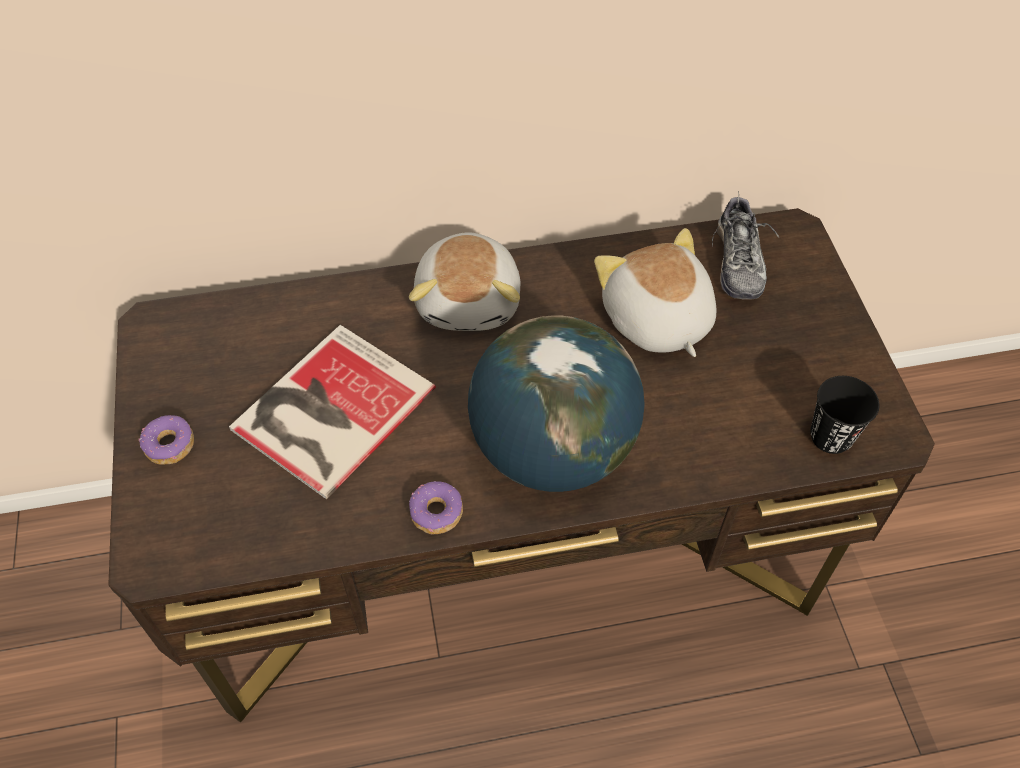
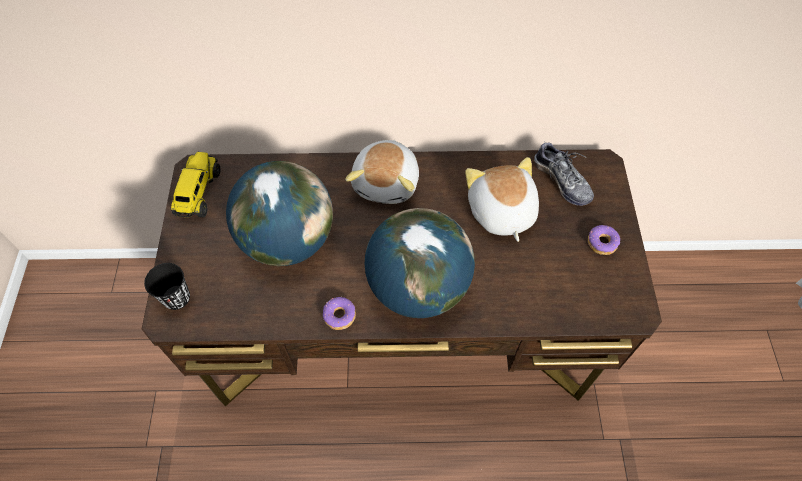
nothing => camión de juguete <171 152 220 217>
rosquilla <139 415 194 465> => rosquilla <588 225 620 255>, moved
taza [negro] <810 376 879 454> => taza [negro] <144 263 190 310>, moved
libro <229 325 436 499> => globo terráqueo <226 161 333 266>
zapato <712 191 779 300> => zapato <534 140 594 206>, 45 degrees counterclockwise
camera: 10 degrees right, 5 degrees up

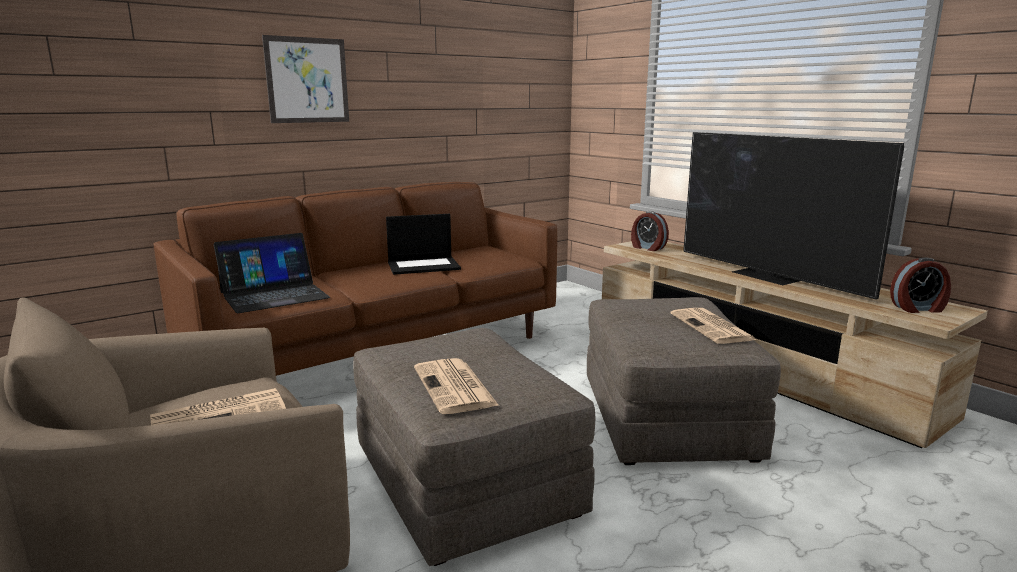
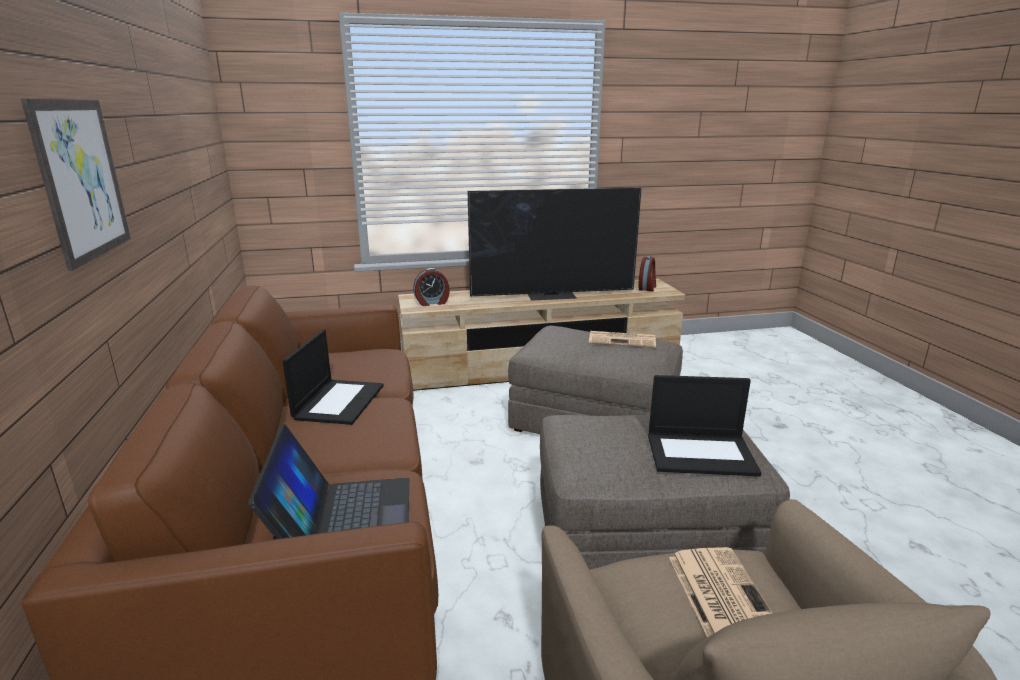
periódico <414 358 499 414> => portátil <648 375 761 476>
camera: 65 degrees left, 5 degrees up

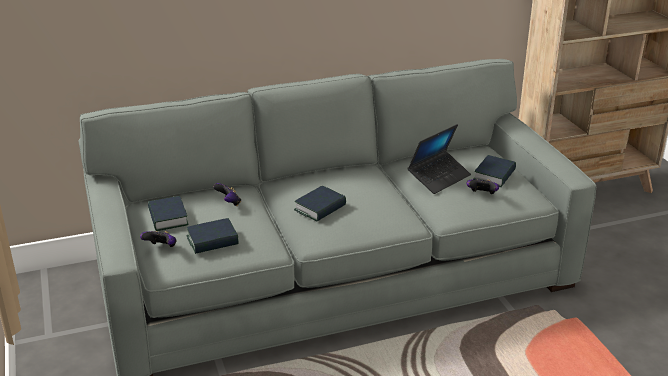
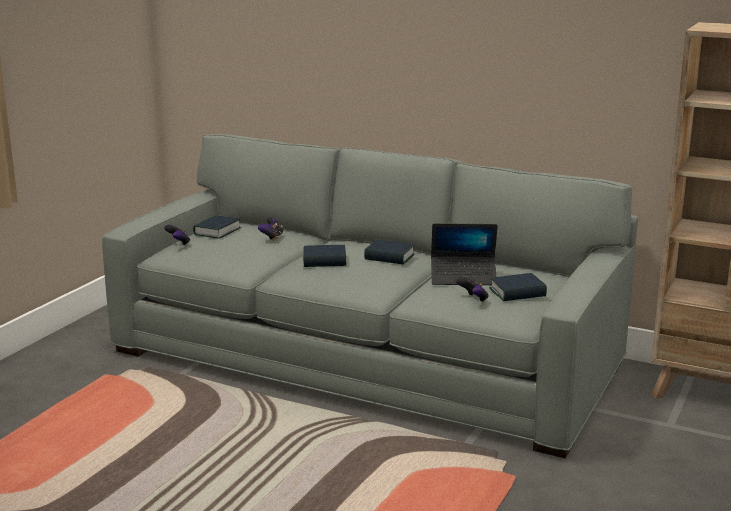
libro <187 218 239 254> => libro <364 240 415 265>, moved
camera: 45 degrees right, 10 degrees down

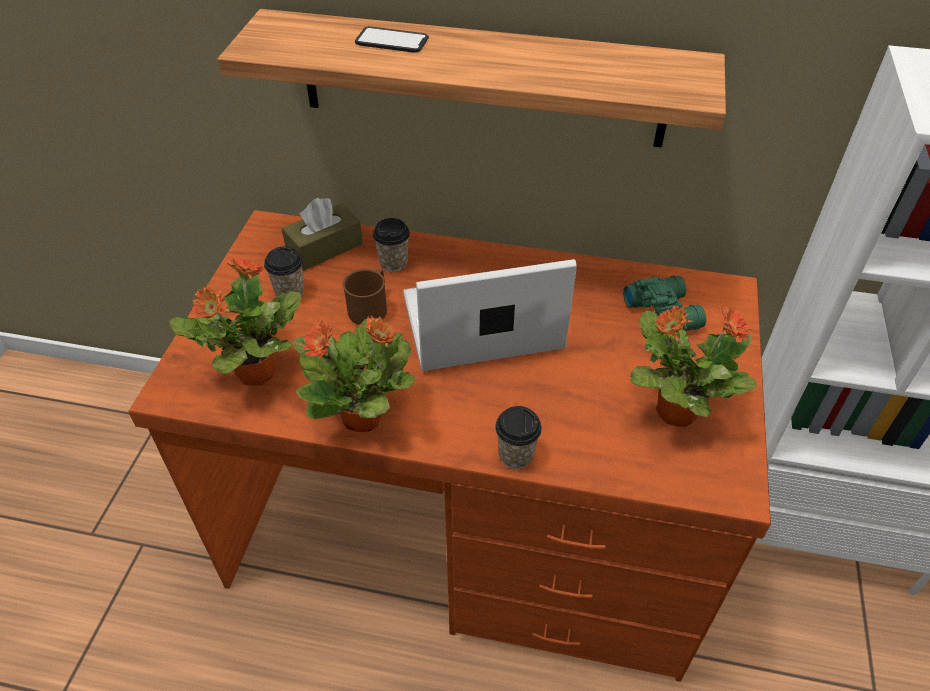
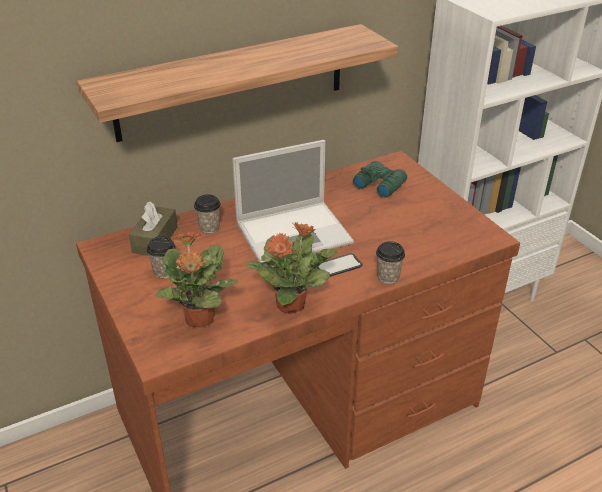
taza grande [marrón] <343 269 387 325> => nothing
planta en maceta <630 305 758 427> => nothing
móvil <355 26 429 53> => móvil <317 253 363 277>, moved
portátil <403 259 577 371> => portátil <232 140 354 262>, 150 degrees counterclockwise
camera: 40 degrees left, 10 degrees down

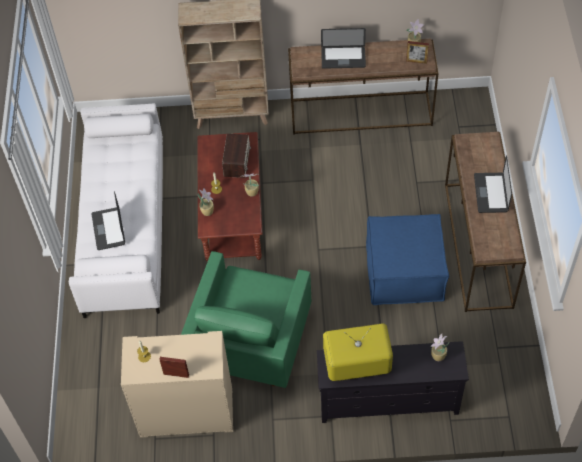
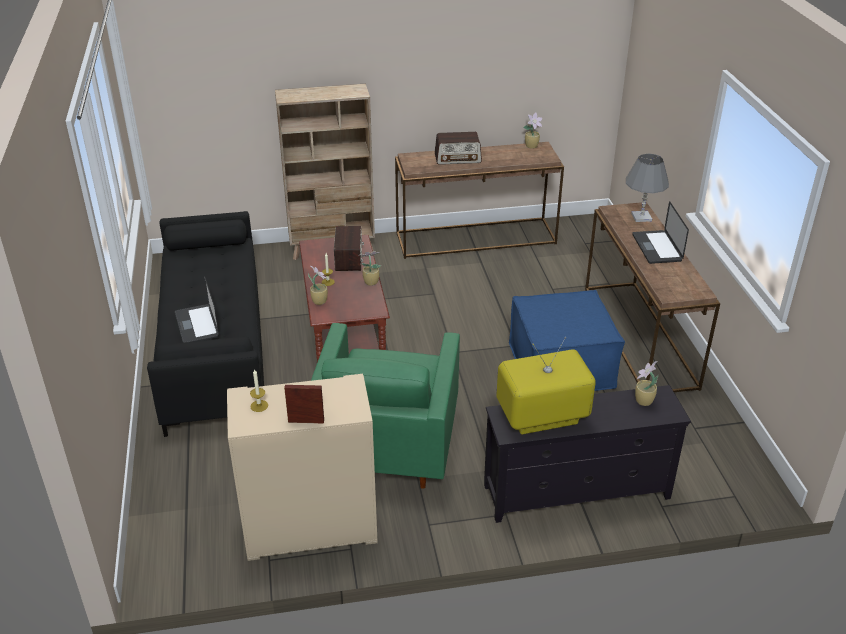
portarretratos <406 41 429 64> => nothing
nothing => lámpara de mesa [gris] <626 153 669 222>
portátil <321 28 366 69> => radio <435 132 482 165>
sofá [blanco] <69 103 163 318> => sofá [negro] <147 211 264 437>
camera: 10 degrees left, 20 degrees down

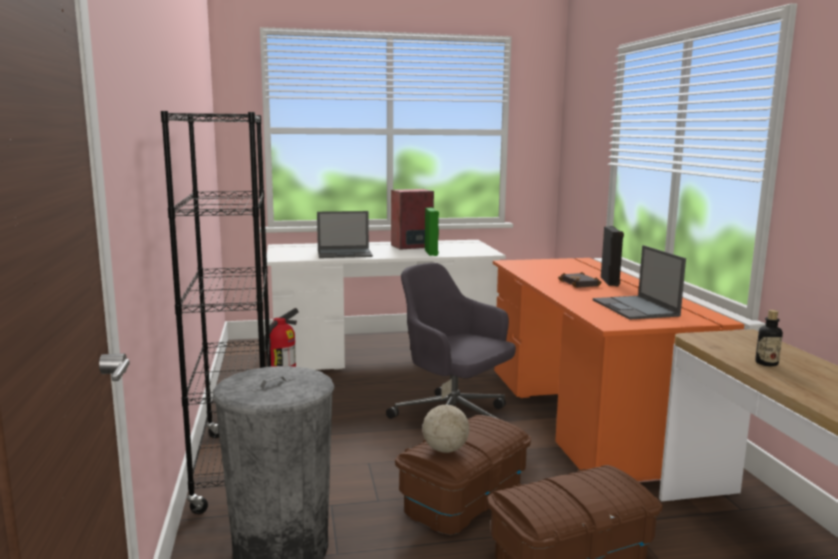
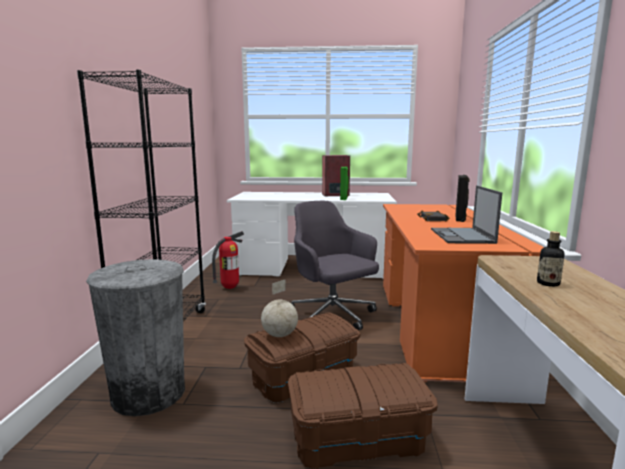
portátil <317 211 373 258> => nothing
camera: 15 degrees right, 0 degrees up

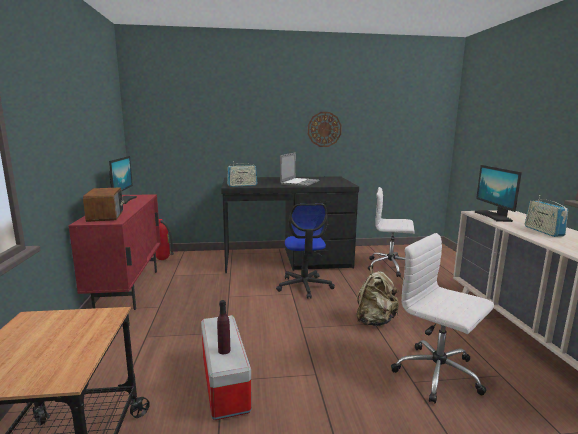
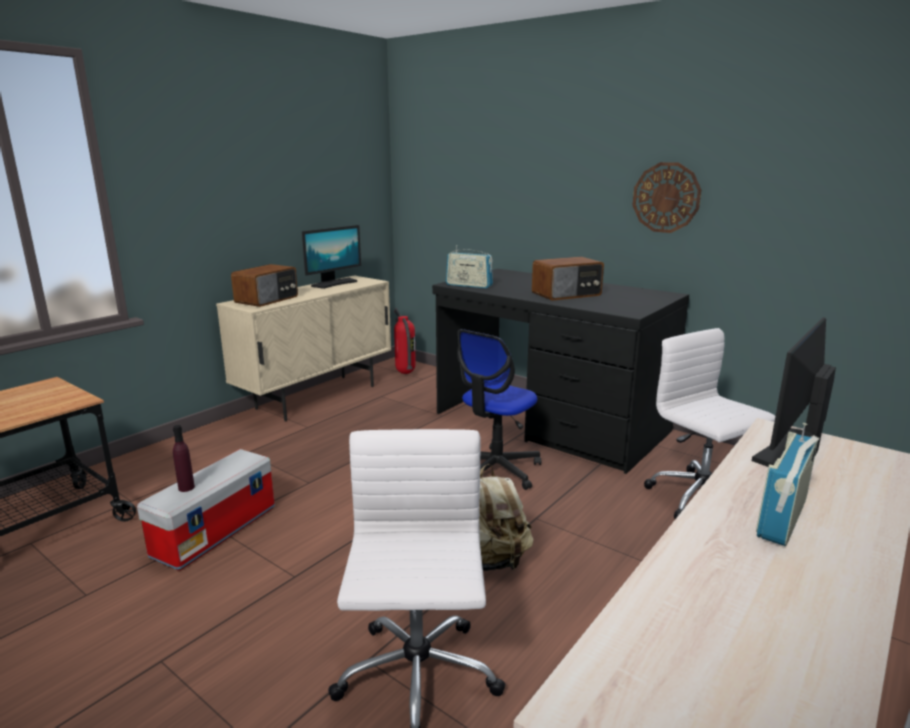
portátil <280 152 320 186> => radio <532 257 604 301>
armario [rojo] <68 194 161 310> => armario [beis] <216 276 391 422>
camera: 45 degrees right, 5 degrees up

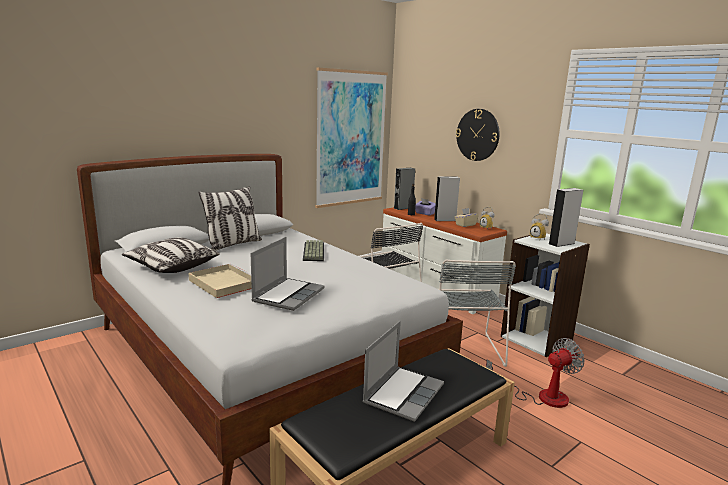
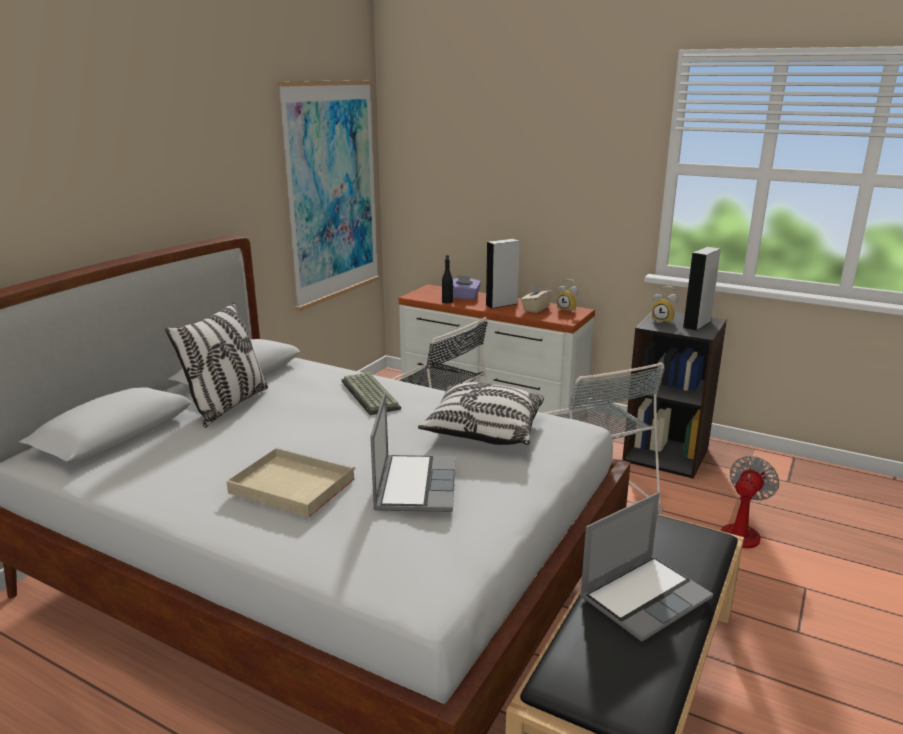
altavoz [gris] <394 168 415 210> => nothing
reloj de pared <456 109 500 161> => nothing
cojín <122 237 220 273> => cojín <418 382 544 445>, moved
estantería [blanco] <501 233 590 357> => estantería [negro] <622 312 727 479>
portátil <363 321 444 422> => portátil <580 492 713 642>, 45 degrees clockwise
camera: 20 degrees left, 5 degrees up

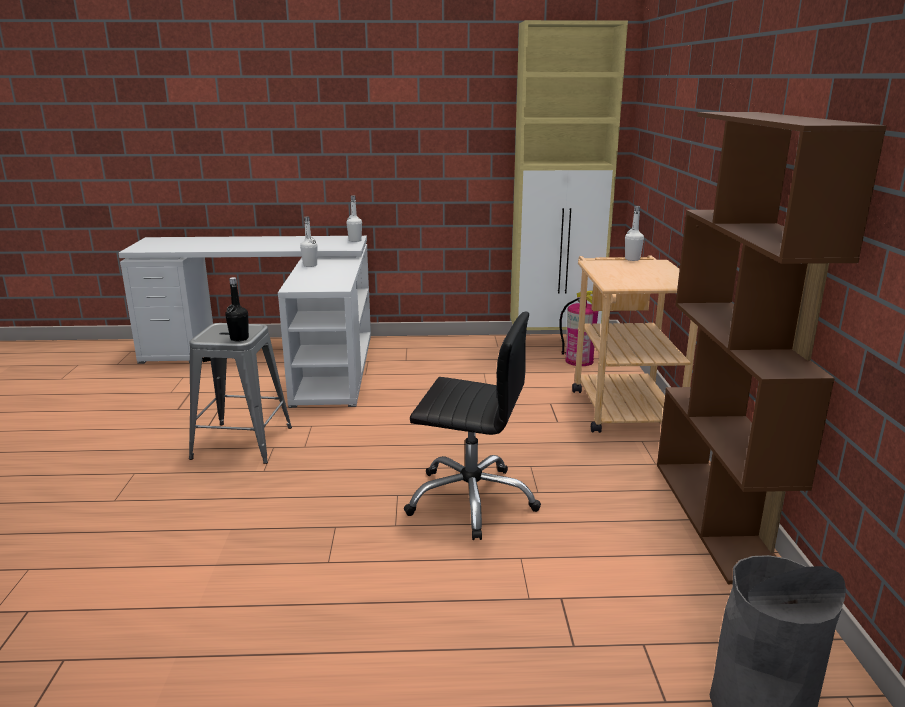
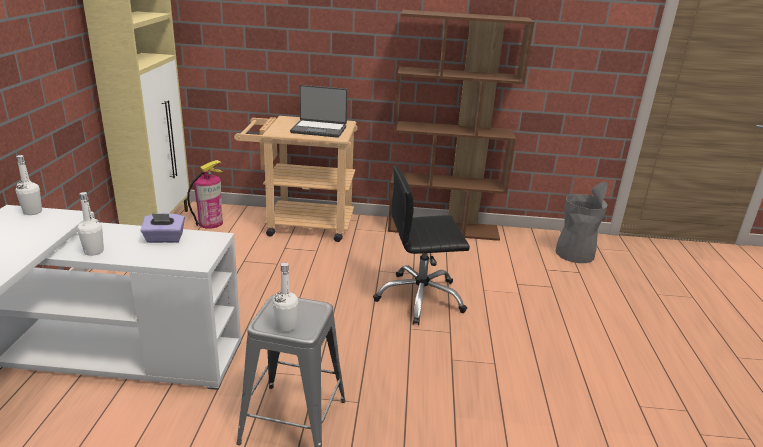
botella [negro] <225 277 249 342> => nothing
nothing => caja de pañuelos [morado] <140 213 185 243>
nothing => portátil <290 85 348 138>
botella [blanco] <625 206 644 261> => botella [blanco] <273 263 298 332>, moved
silla de oficina [negro] <404 312 541 540> => silla de oficina [negro] <373 166 470 325>, 120 degrees counterclockwise
camera: 85 degrees left, 5 degrees up

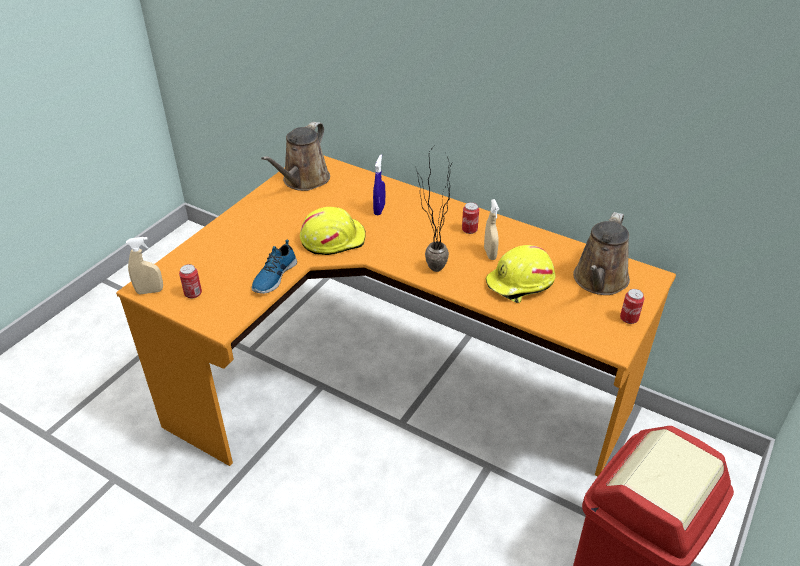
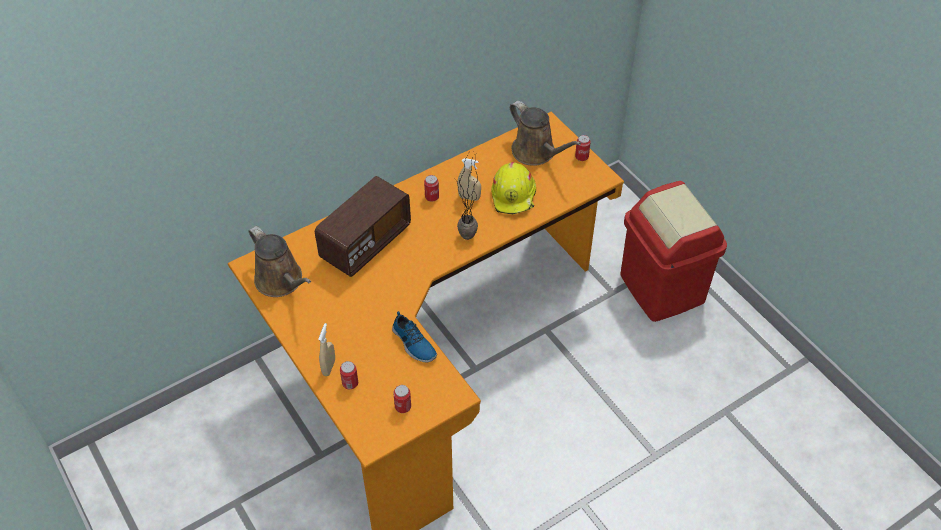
casco [amarillo] <300 207 366 255> => nothing
nothing => lata <340 361 358 389>
pulverizador [beis] <126 237 163 294> => pulverizador [beis] <318 323 335 376>, moved
pulverizador [azul] <373 154 385 216> => radio <315 176 411 277>
camera: 65 degrees left, 10 degrees up

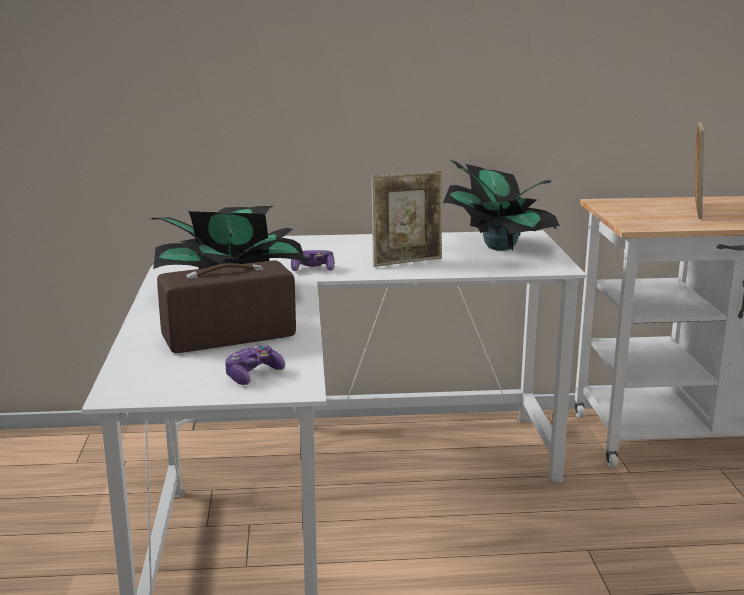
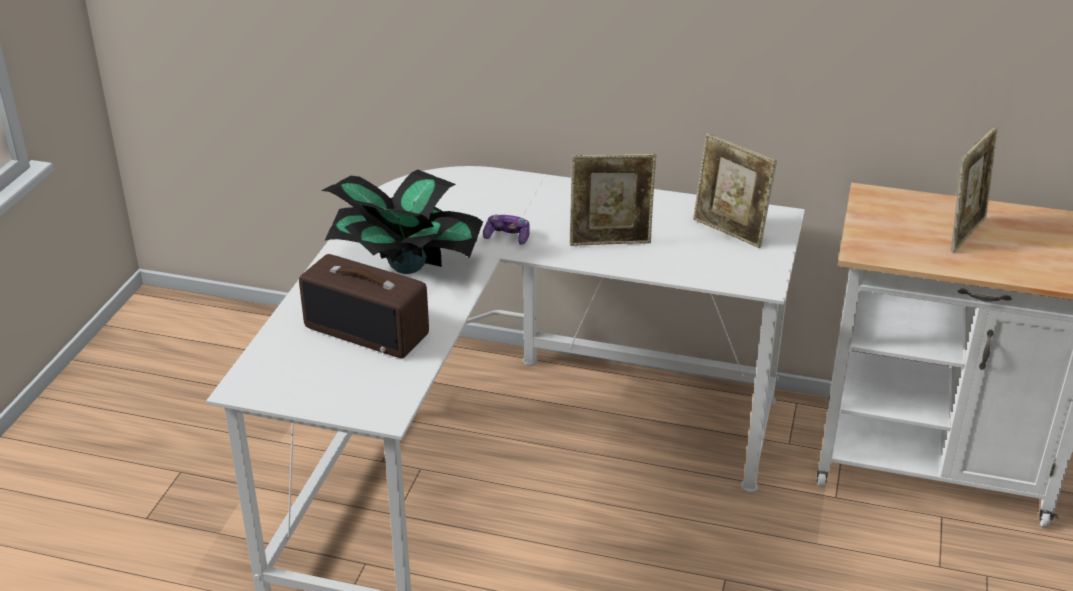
mando de consola <225 345 285 385> => nothing
planta en maceta <443 160 560 251> => portarretratos <693 133 777 248>
radio <157 261 296 353> => radio <299 254 429 358>, 150 degrees counterclockwise
camera: 20 degrees right, 15 degrees up

